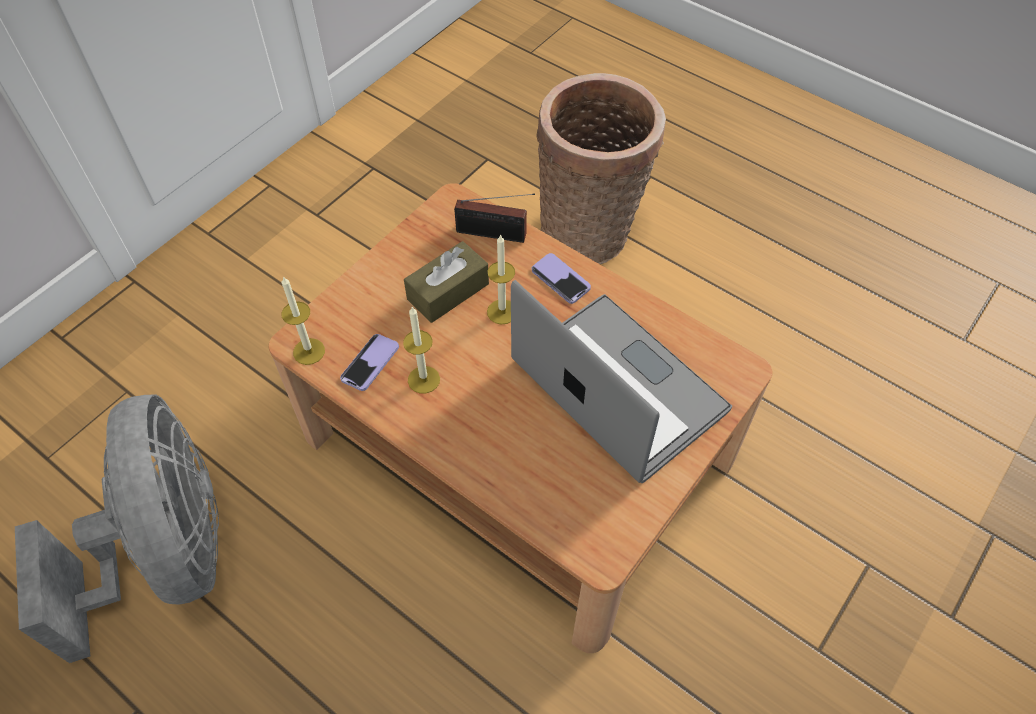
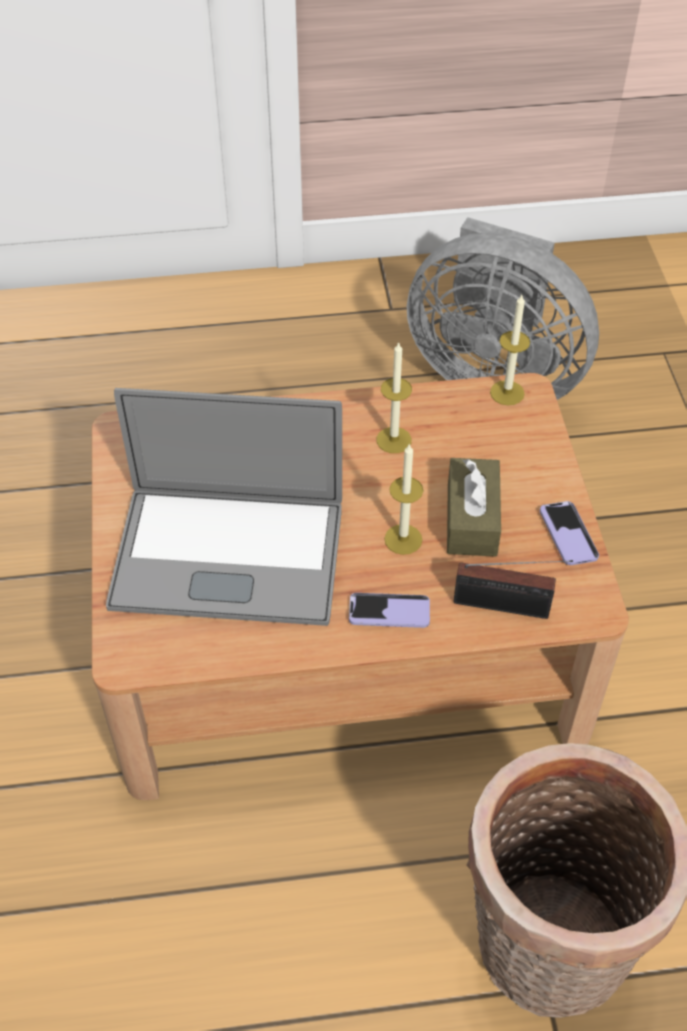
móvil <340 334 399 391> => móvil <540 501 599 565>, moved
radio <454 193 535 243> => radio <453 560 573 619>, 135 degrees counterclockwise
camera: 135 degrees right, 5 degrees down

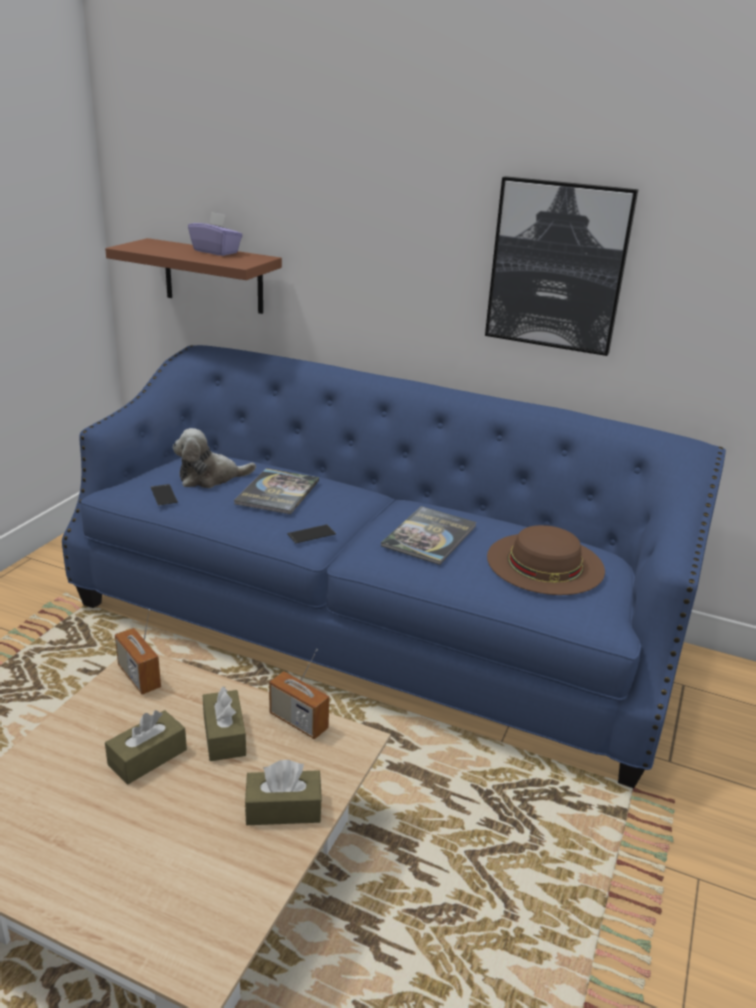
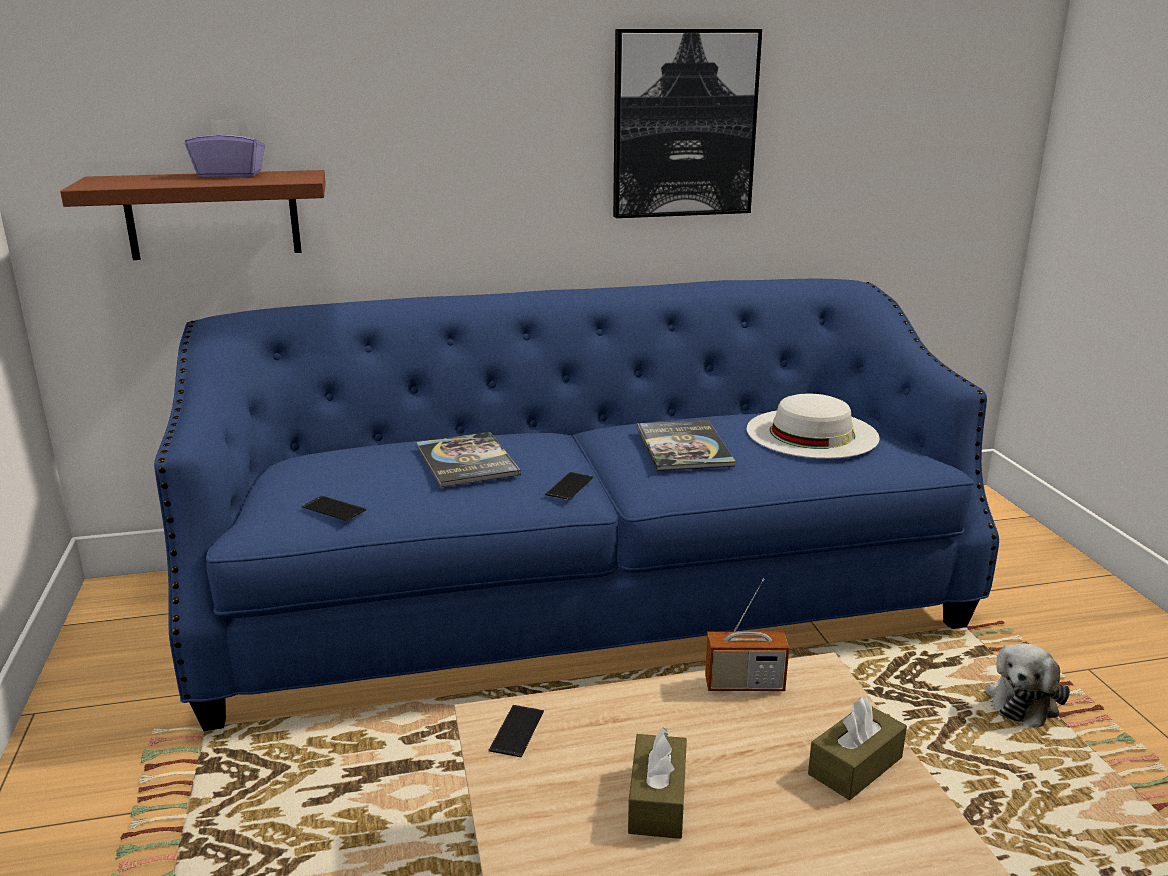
caja de pañuelos [marrón] <203 686 246 761> => nothing
peluche <172 428 256 488> => peluche <985 643 1070 727>, moved
radio <115 609 161 694> => móvil <489 705 544 757>
sombrero [marrón] <487 525 605 595> => sombrero [blanco] <747 394 880 459>
camera: 35 degrees left, 5 degrees down

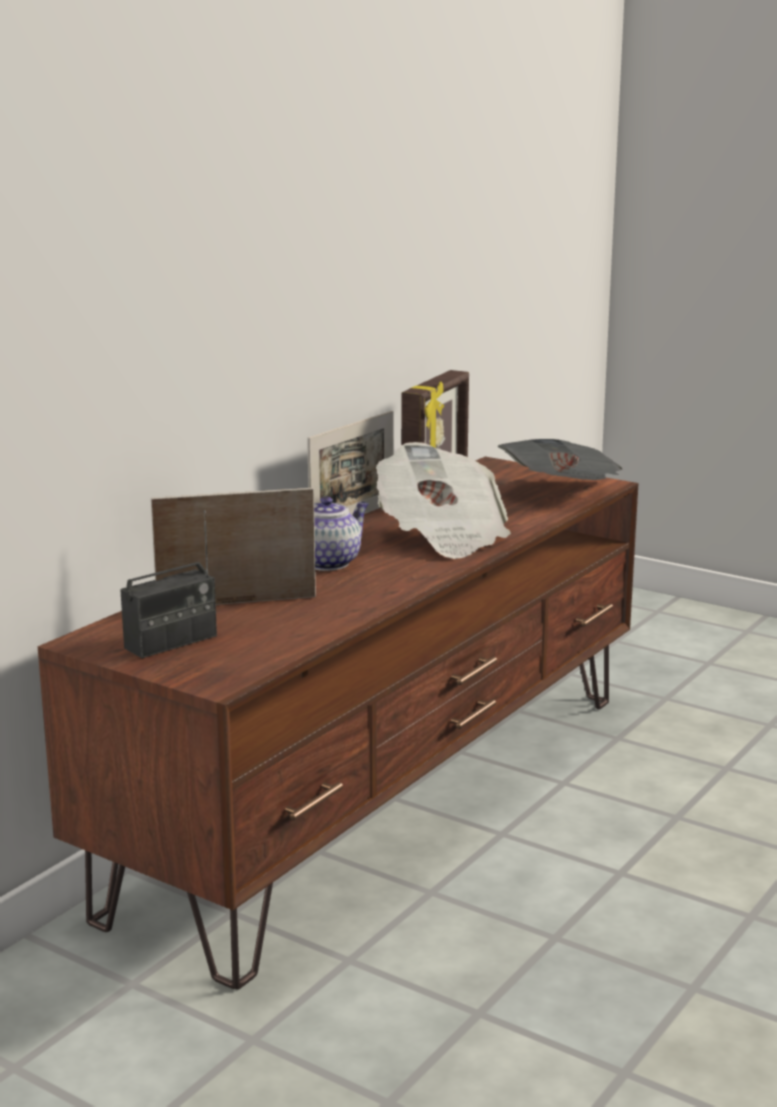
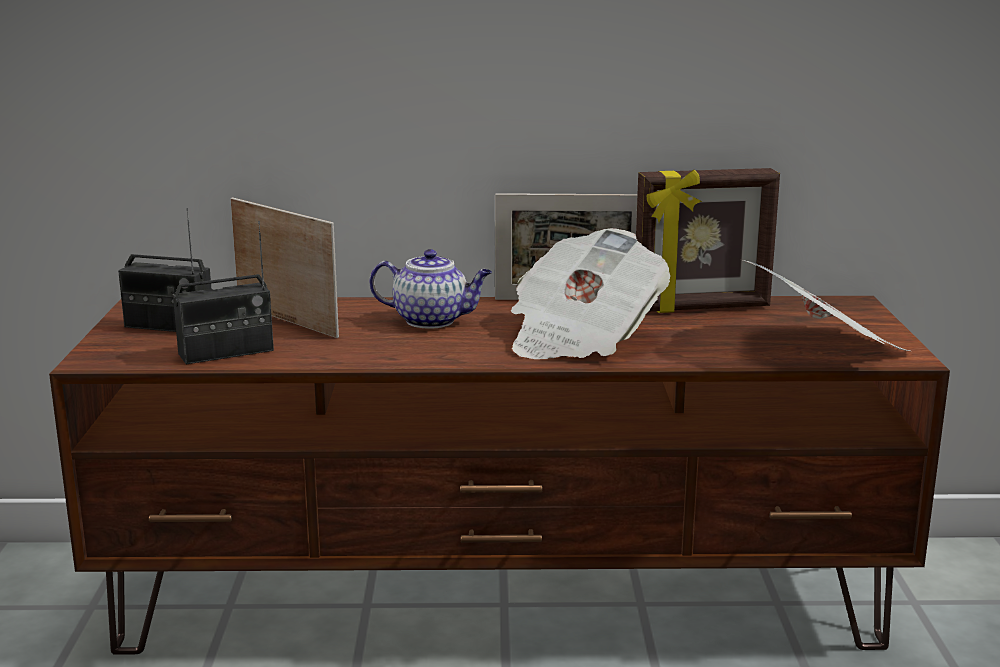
nothing => radio <173 221 274 364>
camera: 55 degrees right, 0 degrees up

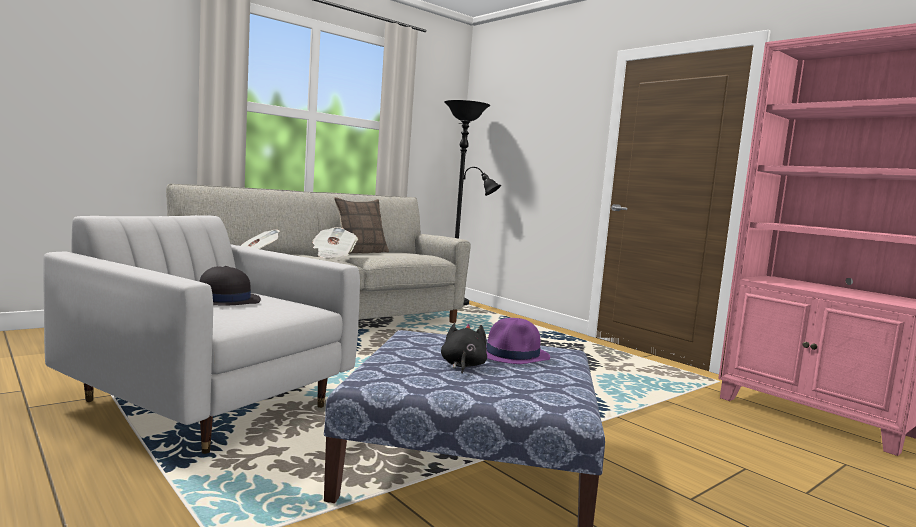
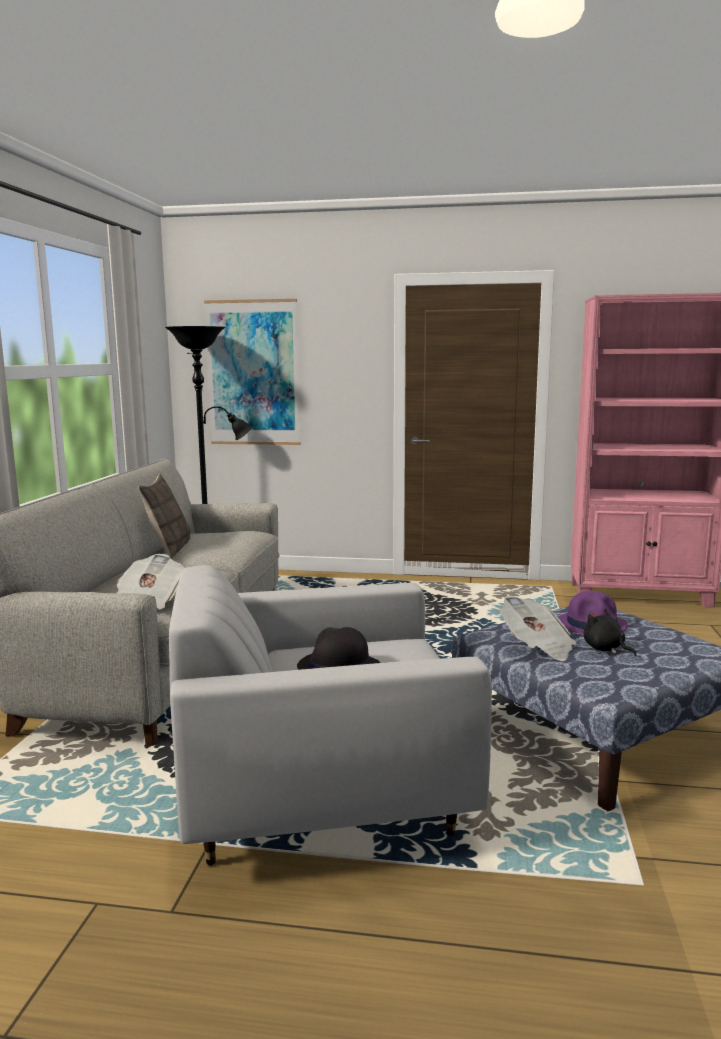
nothing => cuadro <204 299 300 445>
periódico <312 227 358 258> => periódico <500 596 576 661>, moved
camera: 40 degrees left, 5 degrees up

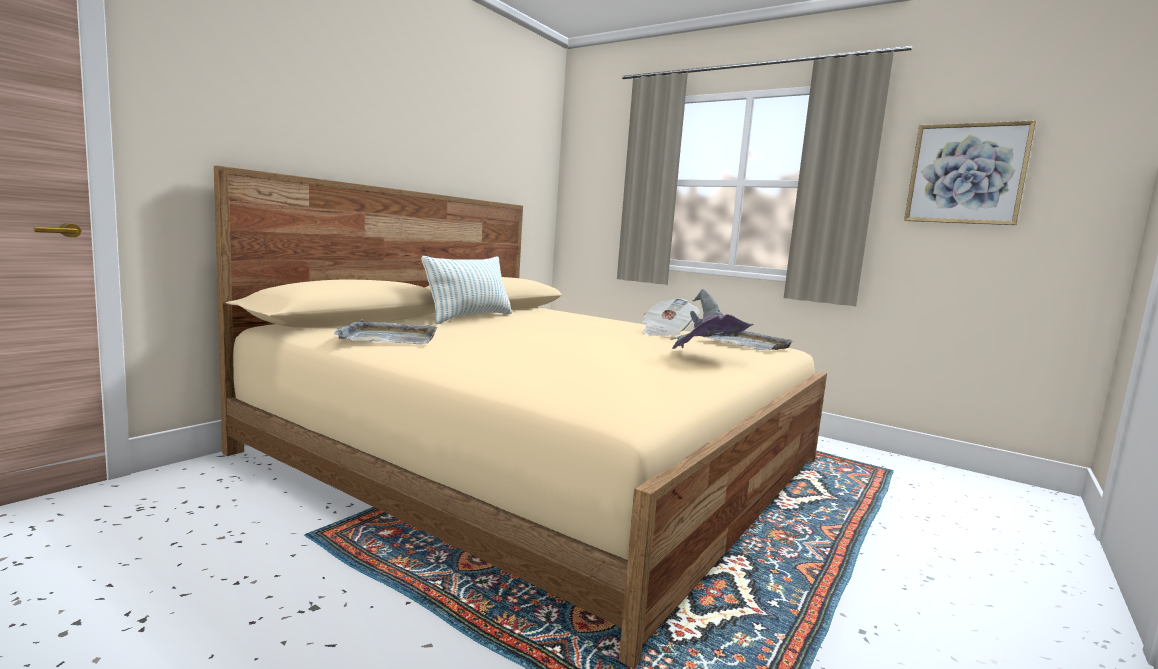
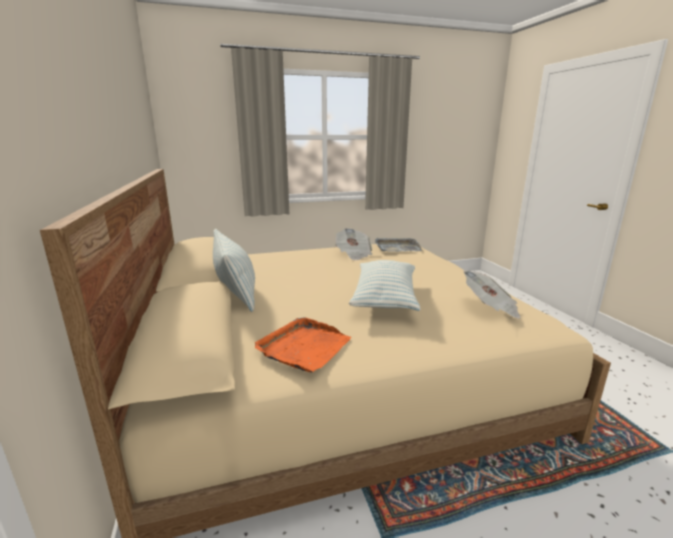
sombrero [gris] <670 289 754 349> => nothing
cuadro <904 120 1036 225> => nothing
nothing => cojín <349 260 420 311>
nothing => periódico <463 270 521 319>
bandeja [gris] <334 319 437 345> => bandeja [naranja] <255 317 351 373>
camera: 50 degrees left, 10 degrees up

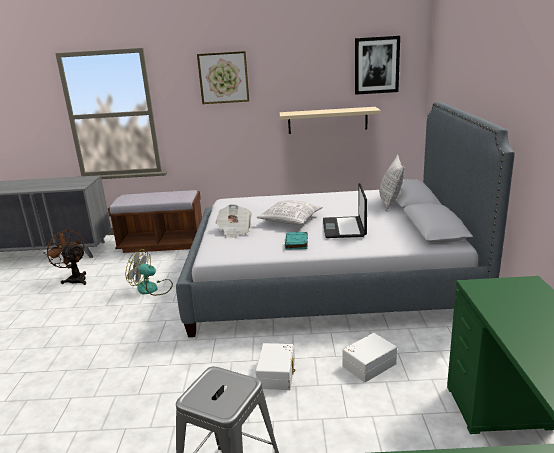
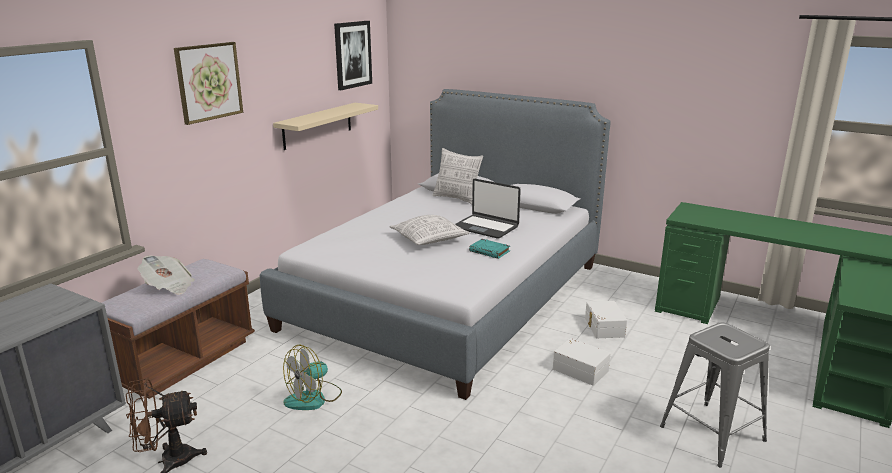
periódico <216 204 252 238> => periódico <138 255 195 295>, moved
camera: 60 degrees left, 0 degrees up

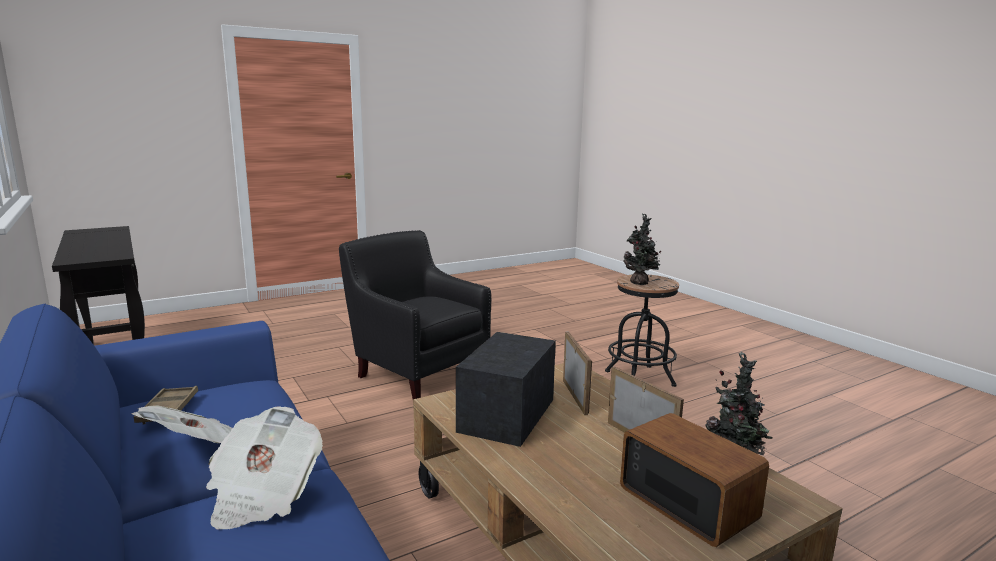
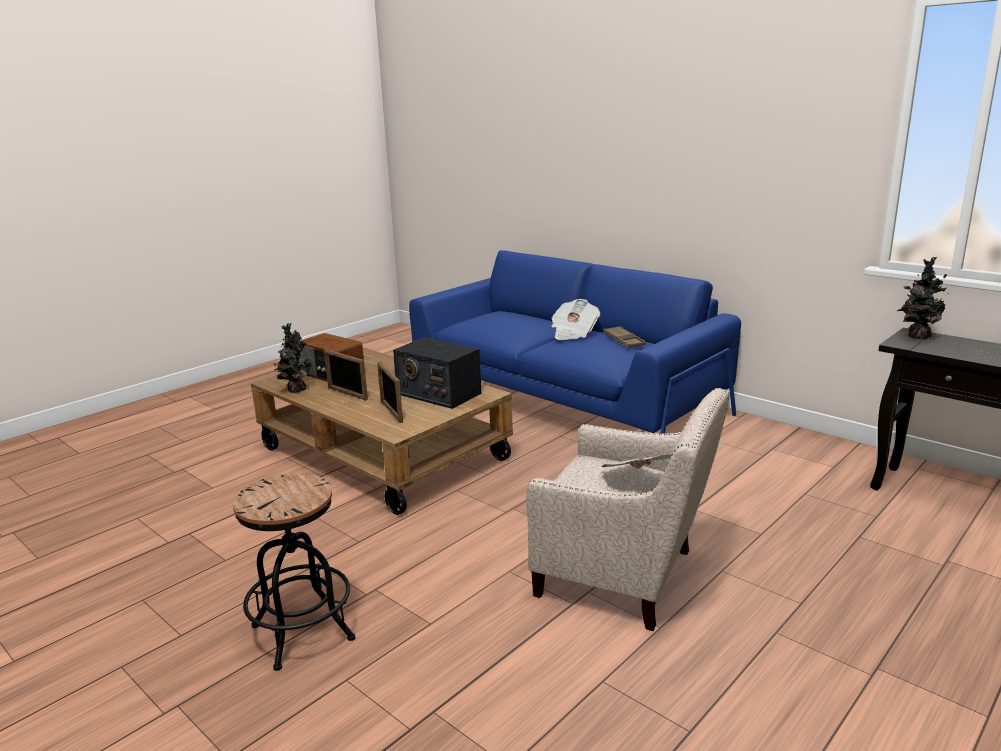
periódico <206 407 323 530> => periódico <601 455 671 469>, moved
planta en maceta <623 214 661 285> => planta en maceta <897 257 949 339>, moved
sillón [negro] <339 230 491 399> => sillón [beis] <526 388 729 631>
radio <456 332 556 447> => radio <393 338 481 409>, 120 degrees clockwise
camera: 165 degrees right, 5 degrees up

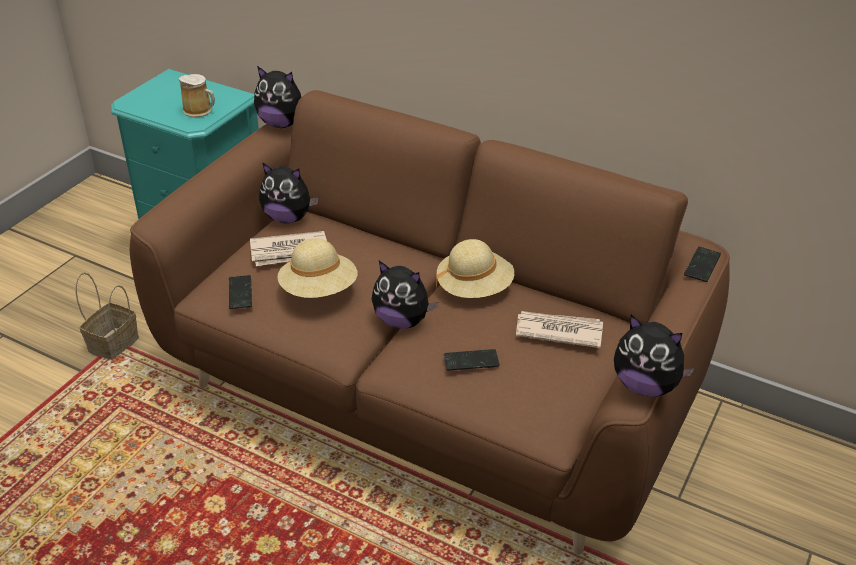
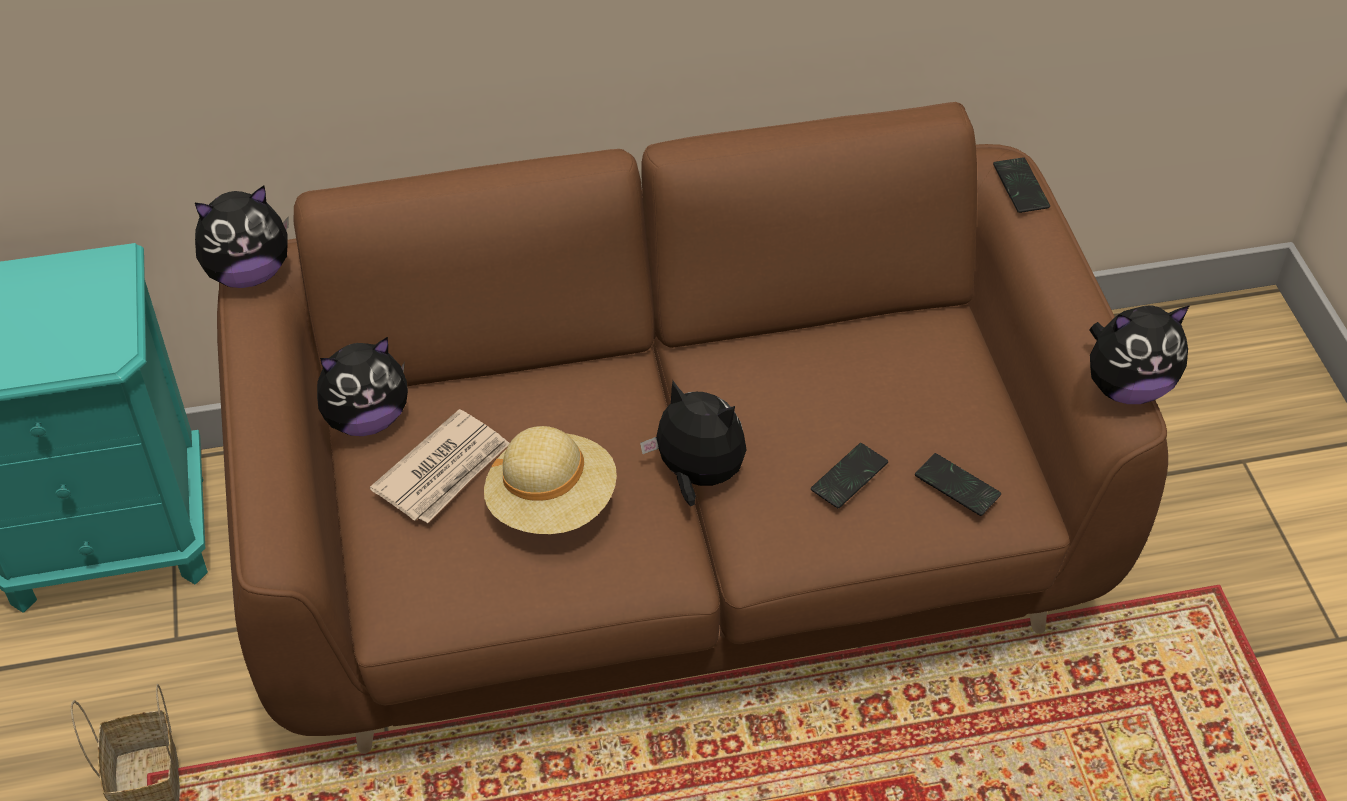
taza grande <179 74 215 117> => nothing
sombrero [beis] <436 239 514 298> => nothing
periódico <516 311 603 348> => nothing
móvil <229 275 252 309> => móvil <915 453 1001 516>, moved
peluche <372 261 438 329> => peluche <640 380 747 506>, 135 degrees counterclockwise
camera: 40 degrees left, 10 degrees up

